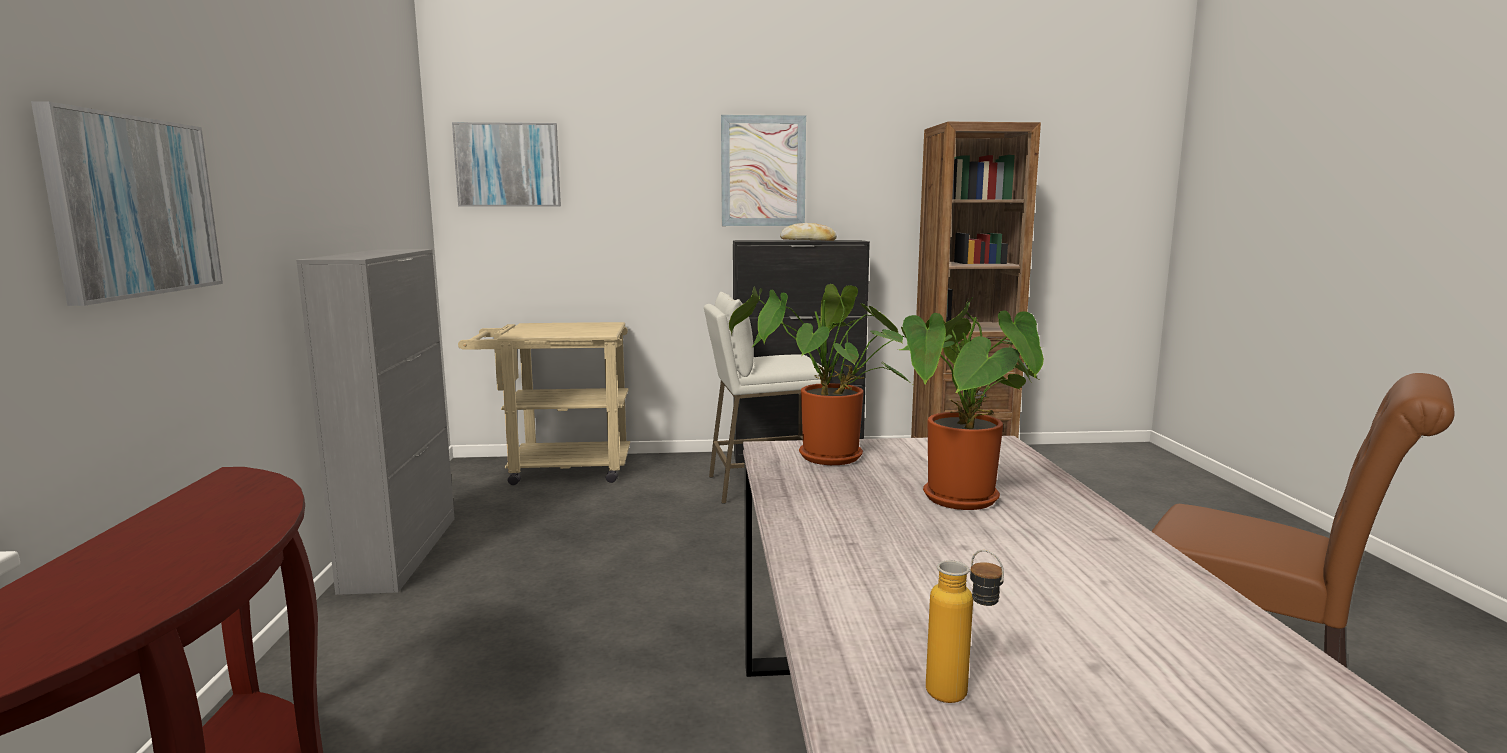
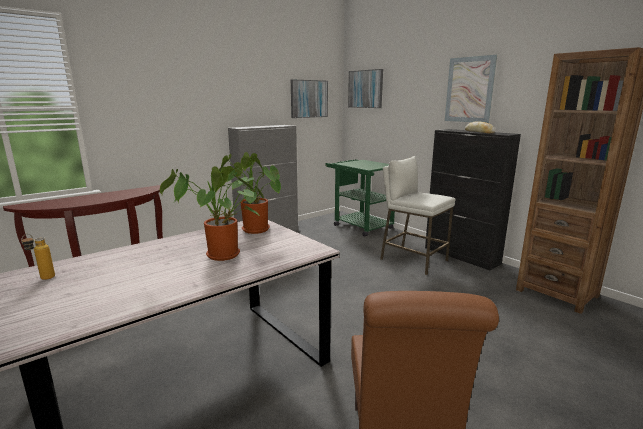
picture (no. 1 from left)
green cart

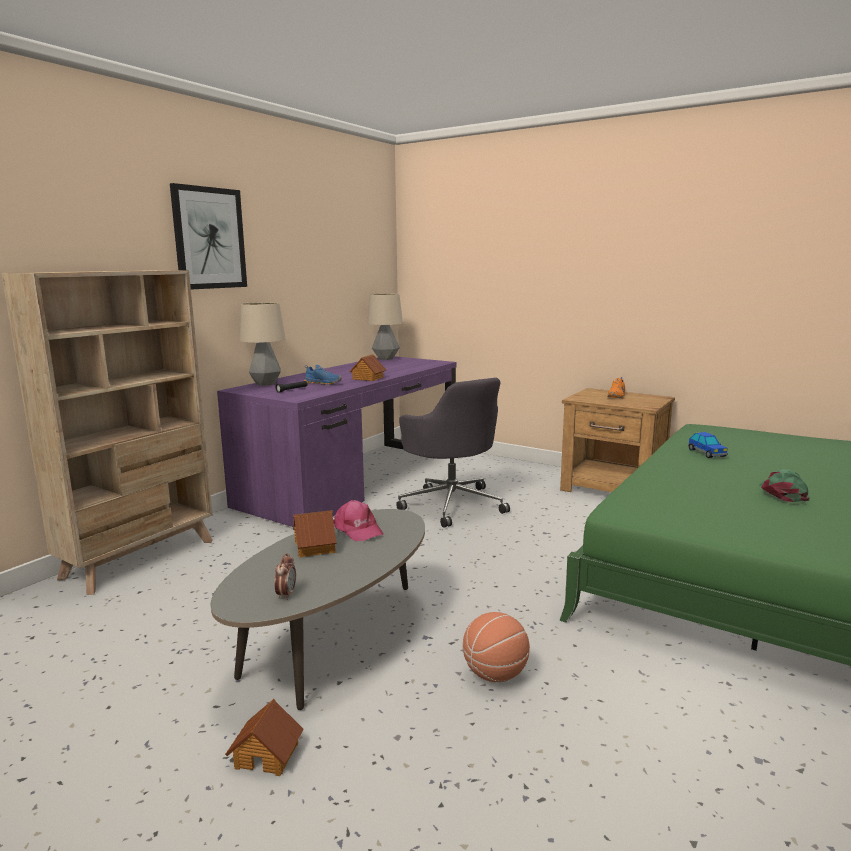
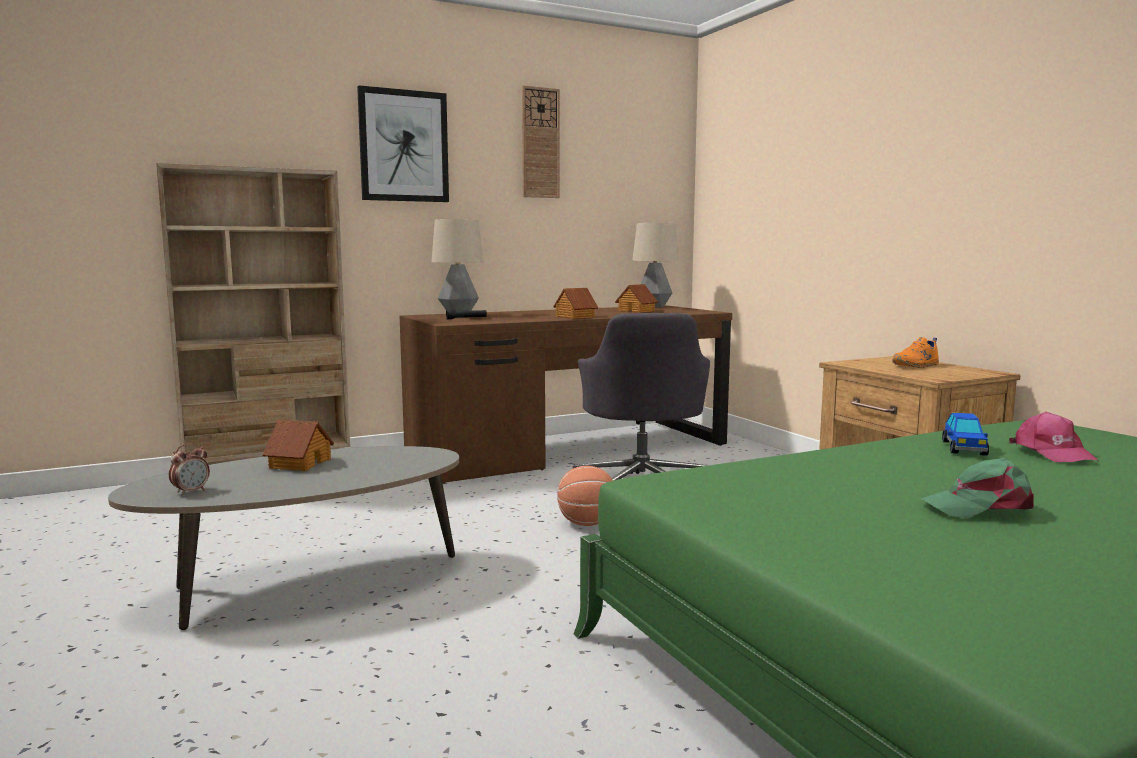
blue shoe
wall clock
toy house (no. 3 from left)
pink cap
basketball
brown desk
green cap

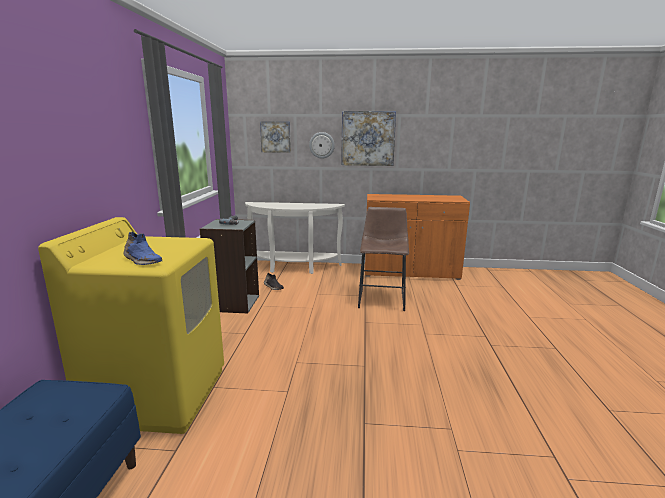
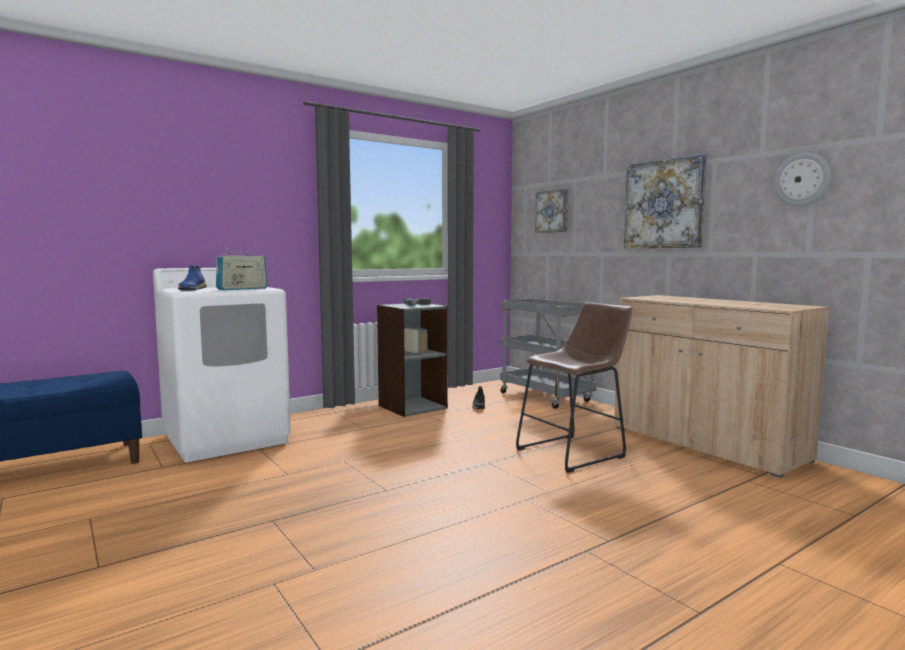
radio
wall clock
grey cart
white washing machine
beige cabinet

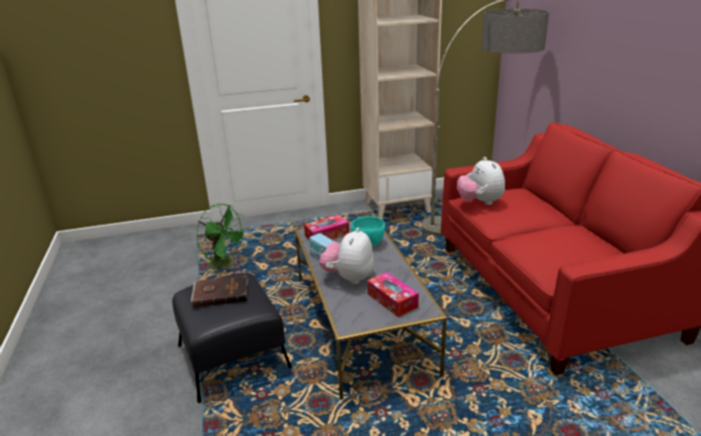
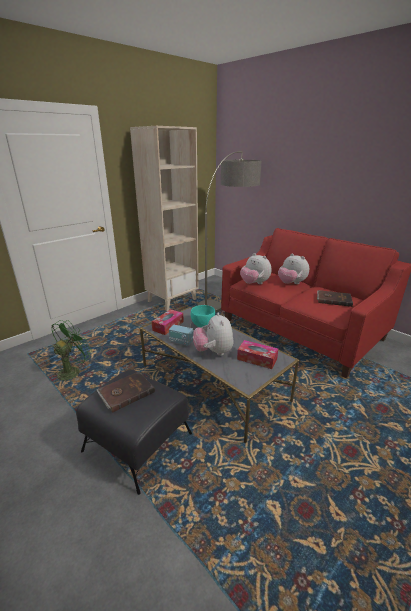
plush toy (no. 3 from left)
brown book (no. 2 from left)
green fan

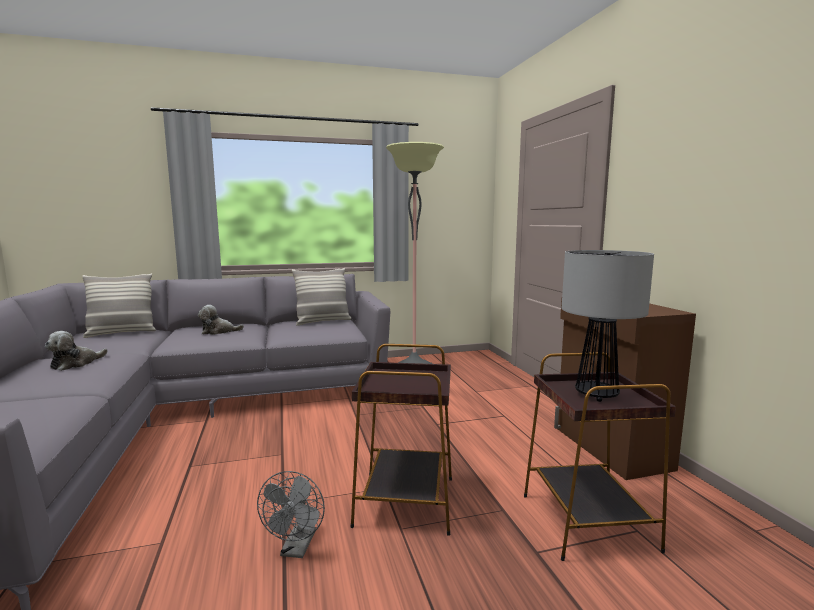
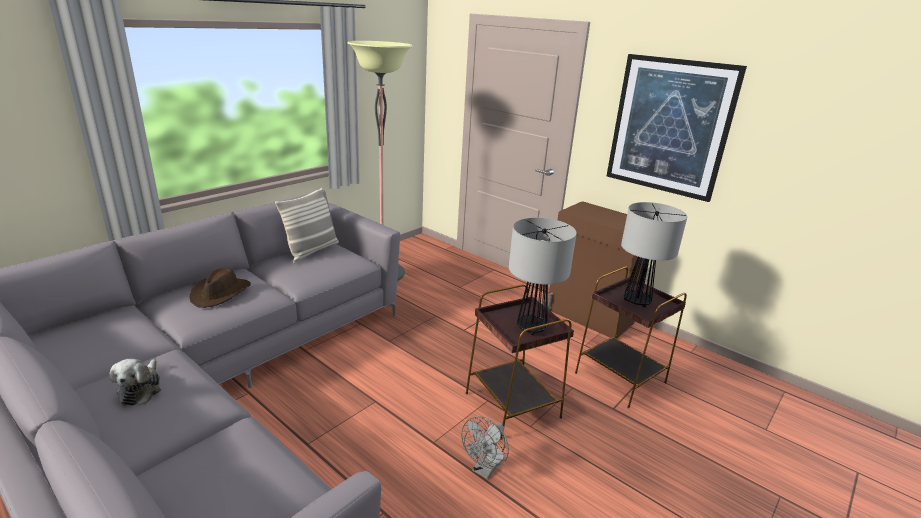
pillow (no. 1 from left in the first image)
table lamp (no. 1 from left)
picture
brown hat
grey fan

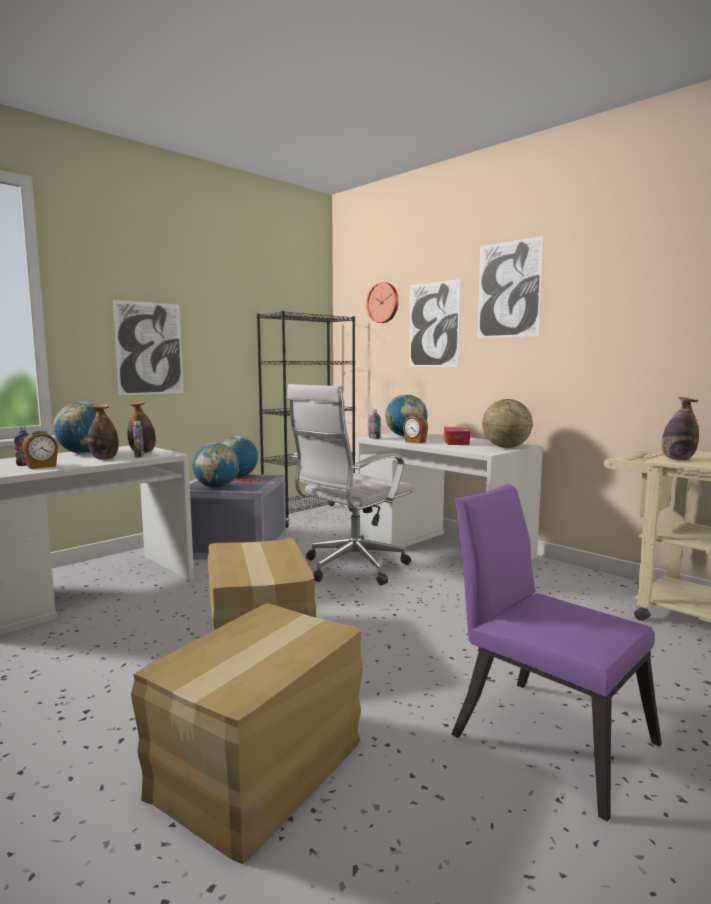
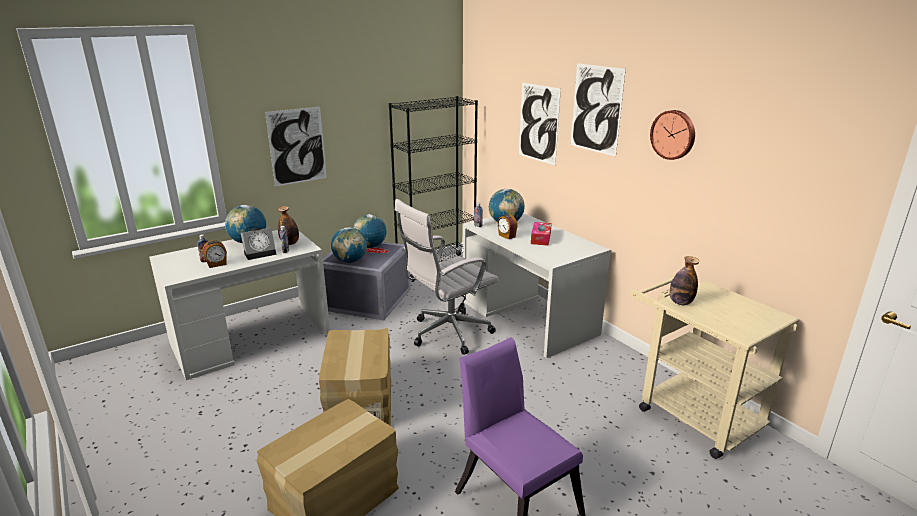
globe (no. 5 from left in the first image)
wall clock
alarm clock (no. 2 from left)

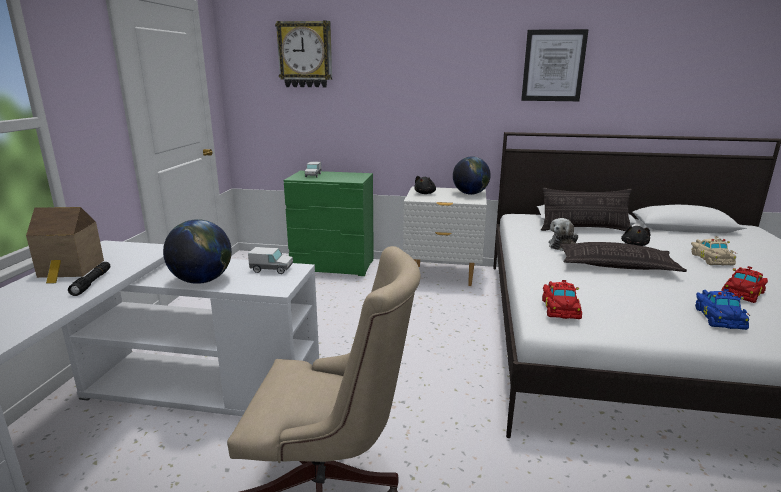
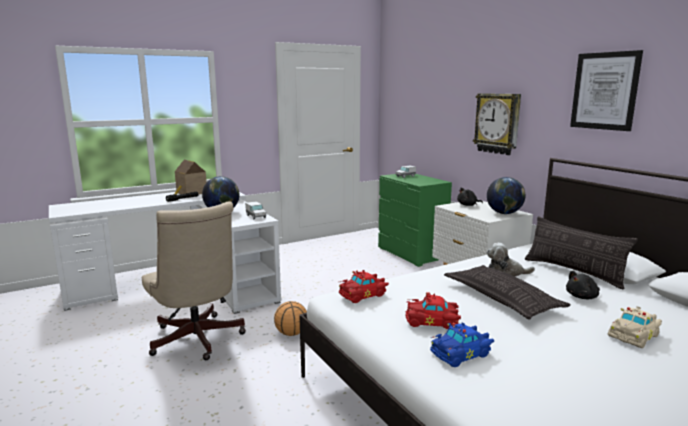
basketball
wall clock
red toy car (no. 2 from left)

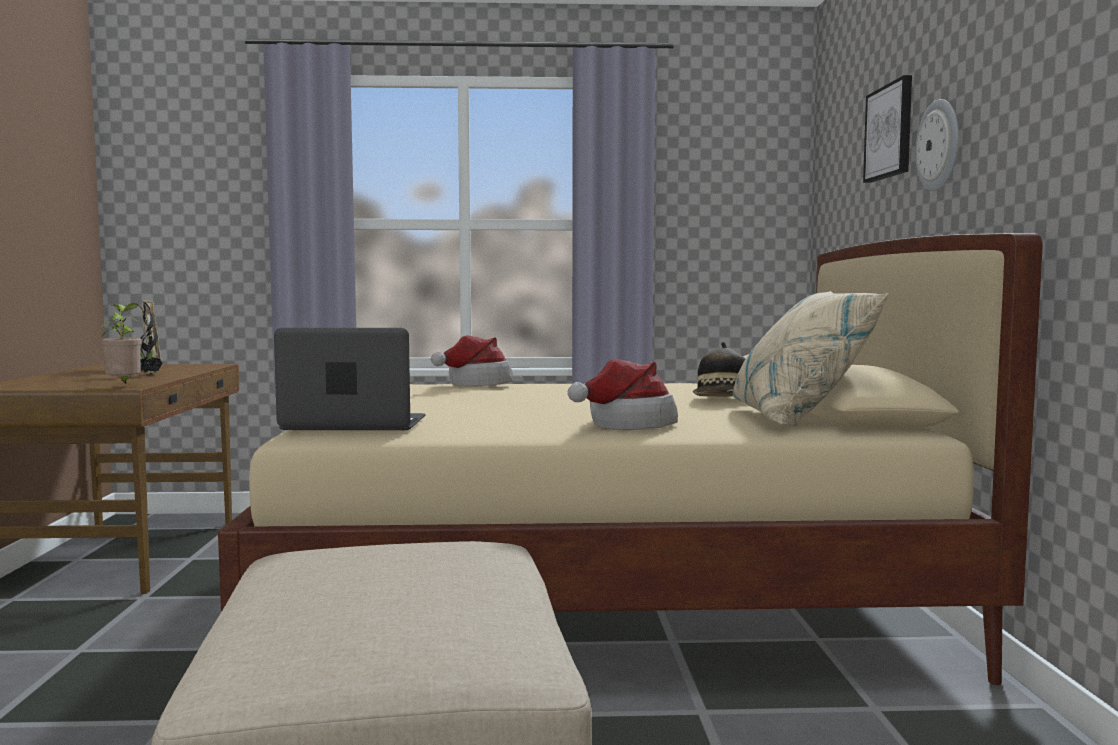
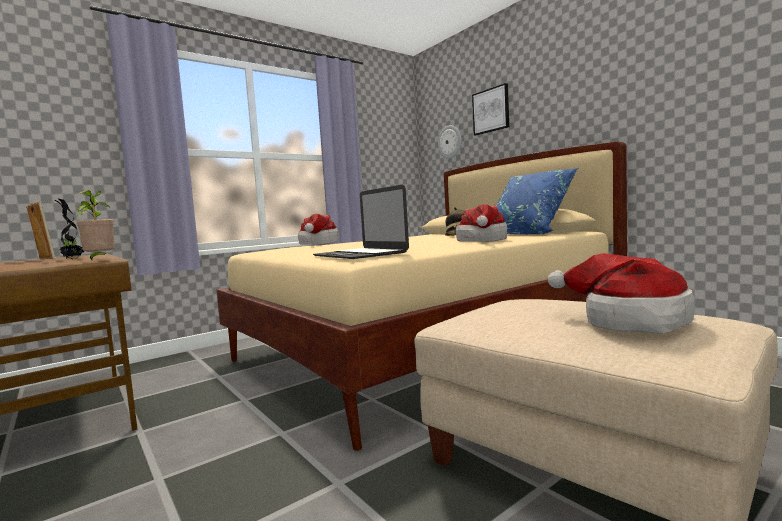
hat (no. 4 from left)
wall clock
blue pillow
laptop

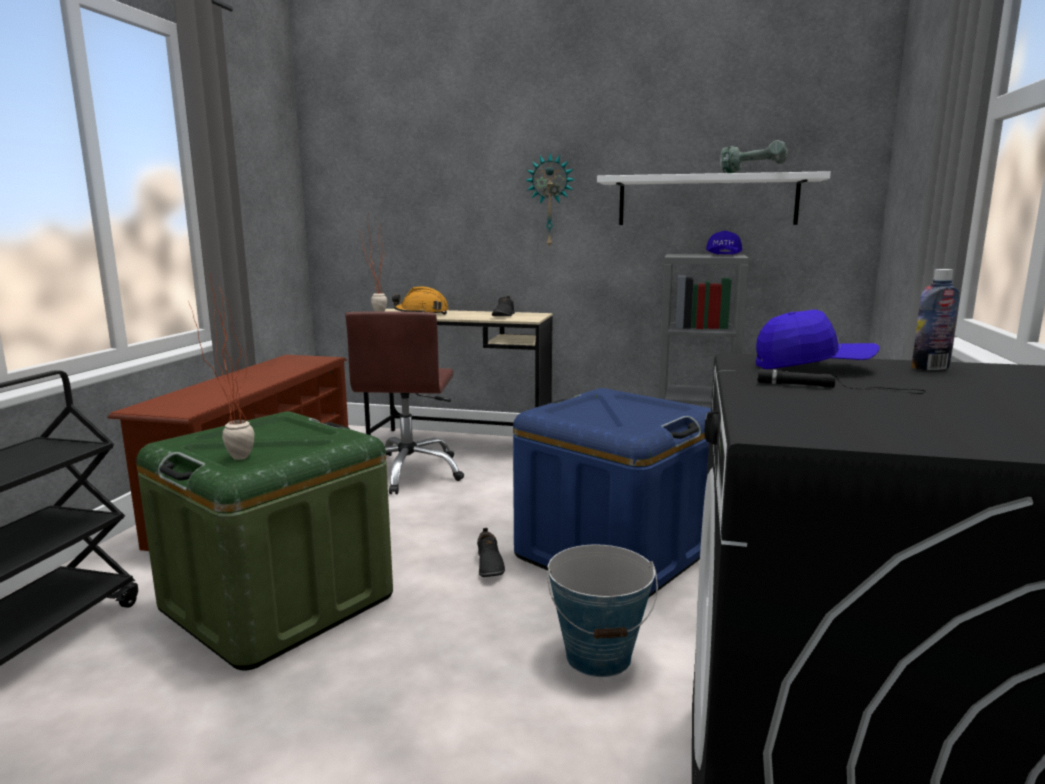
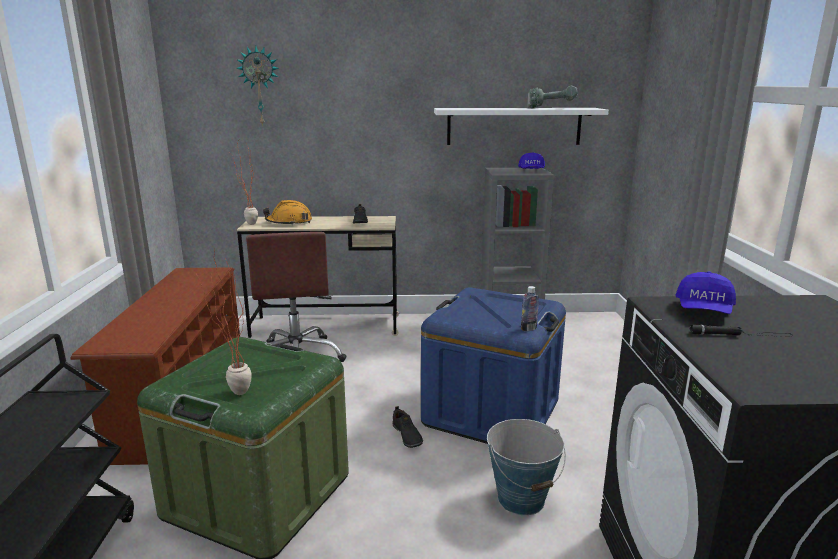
wall clock
bottle
blue cap (no. 2 from left)

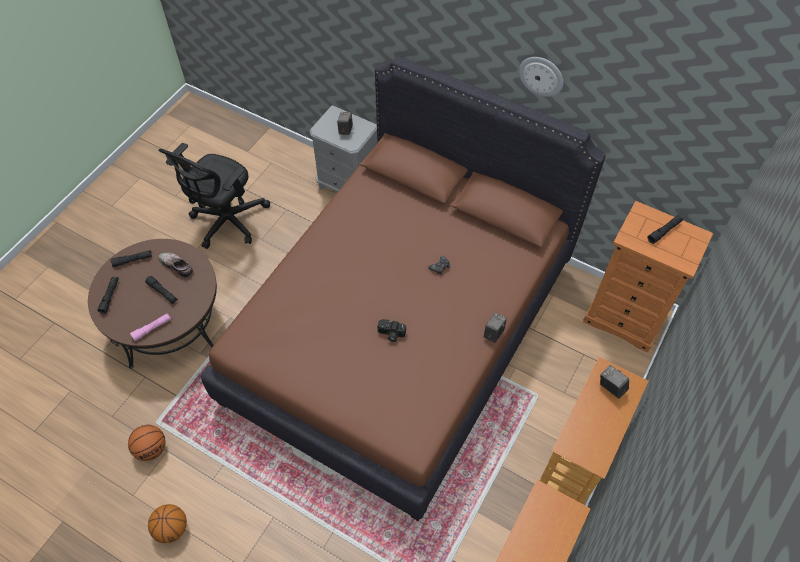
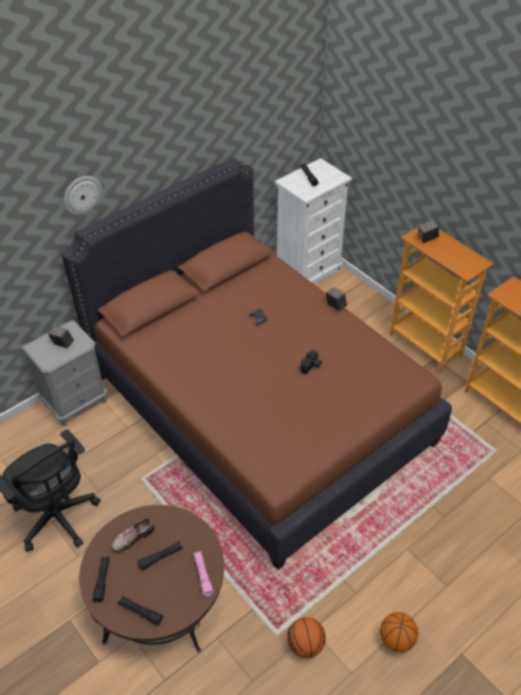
wall clock
white dresser

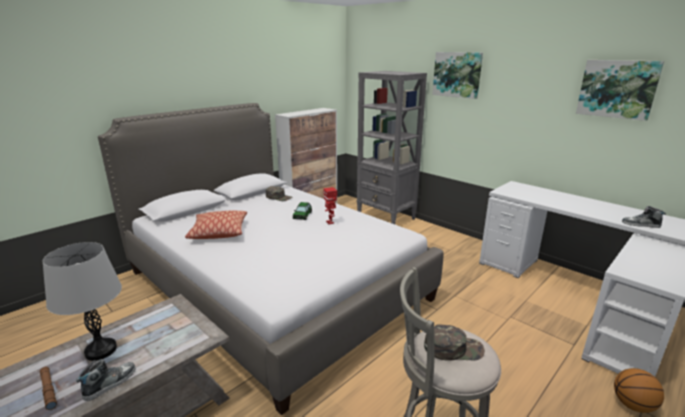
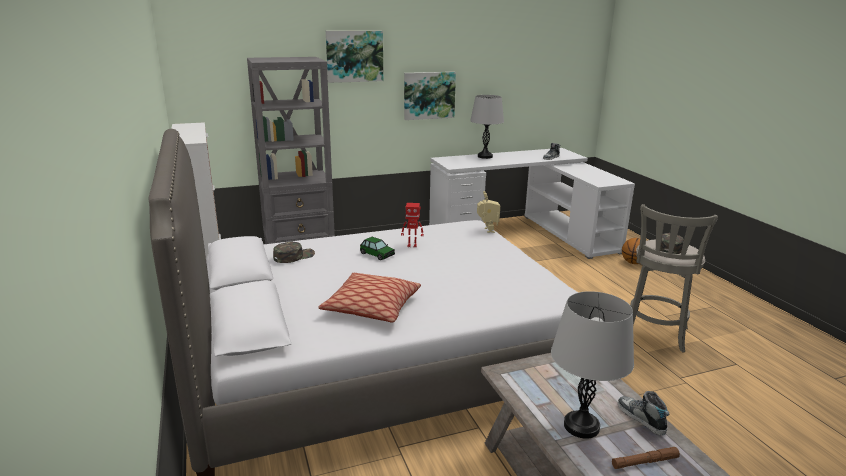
grey table lamp (no. 1 from left)
toy robot (no. 2 from left)
picture (no. 2 from left)

